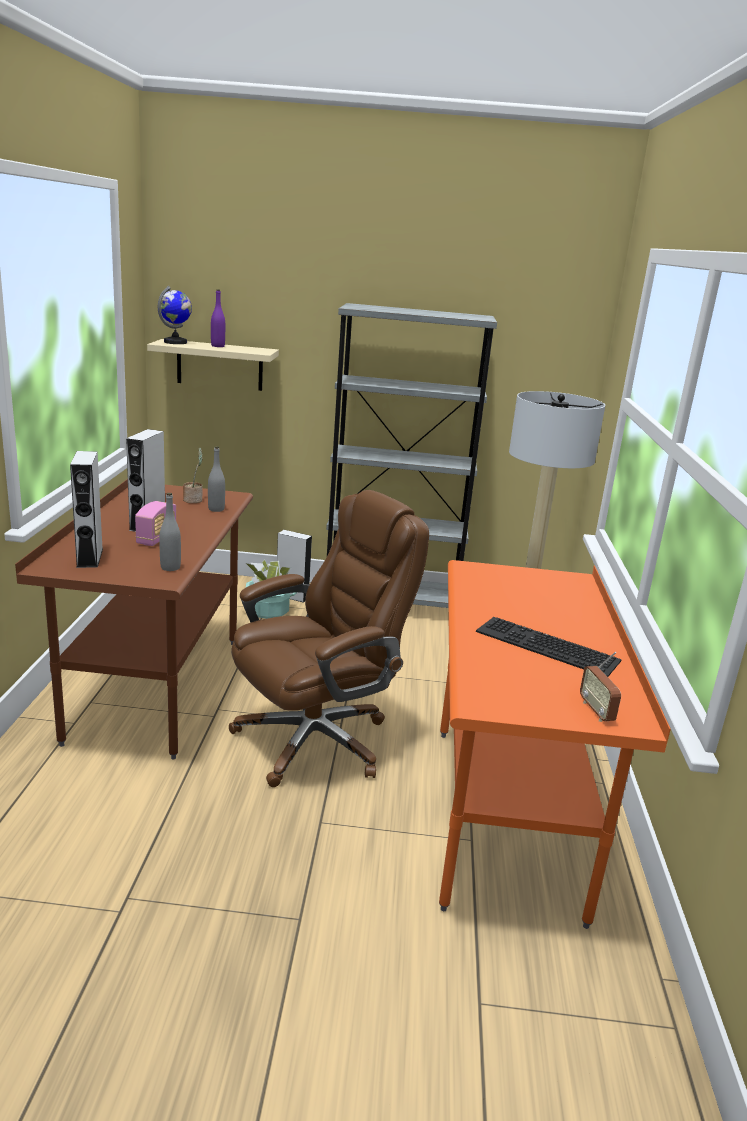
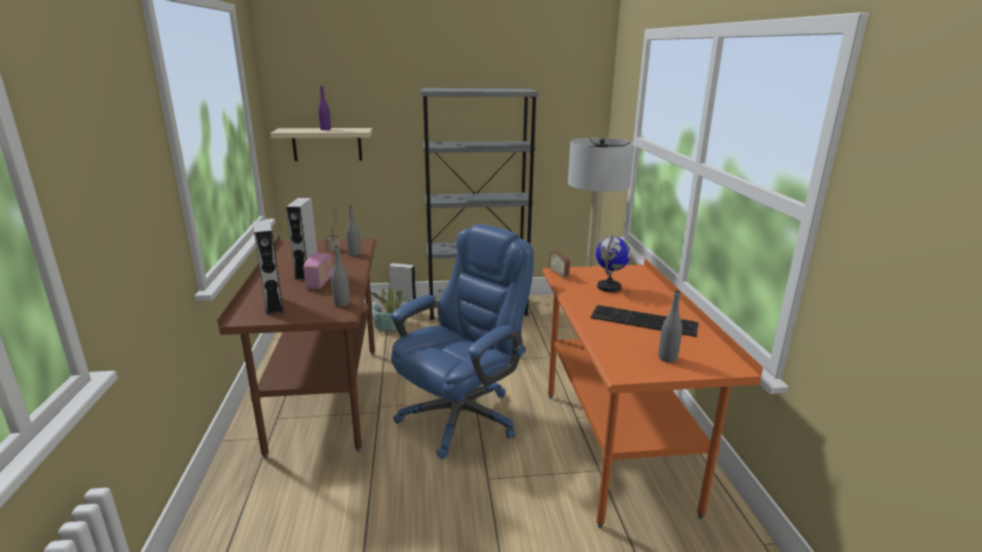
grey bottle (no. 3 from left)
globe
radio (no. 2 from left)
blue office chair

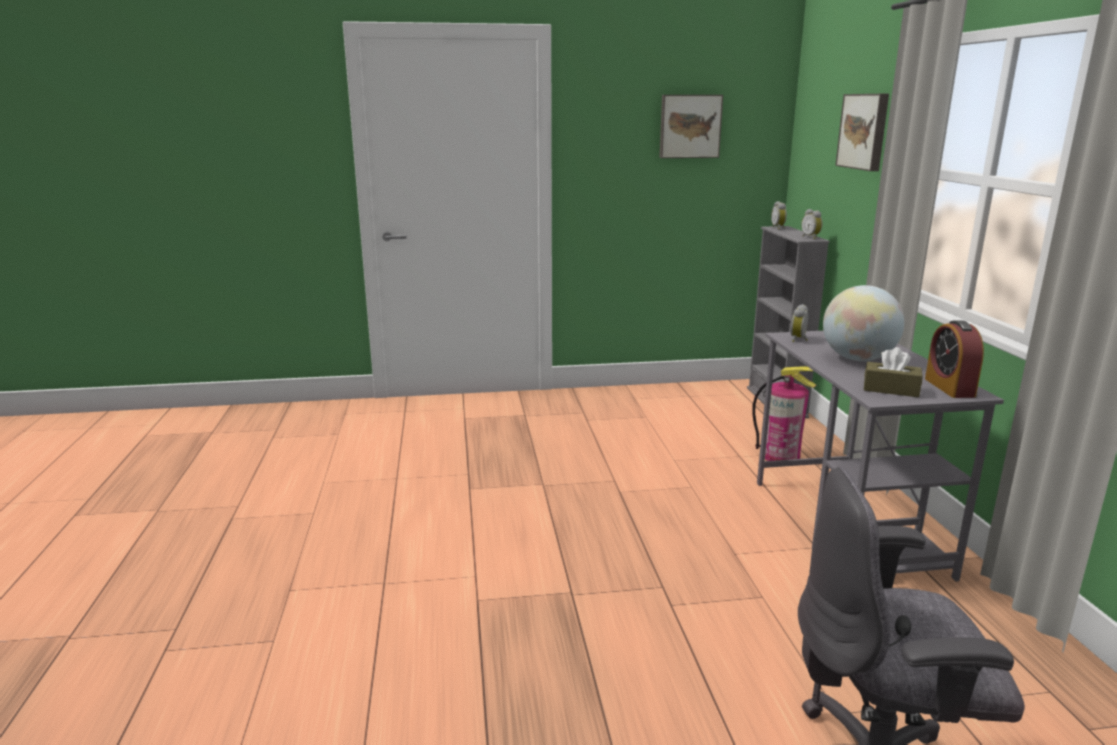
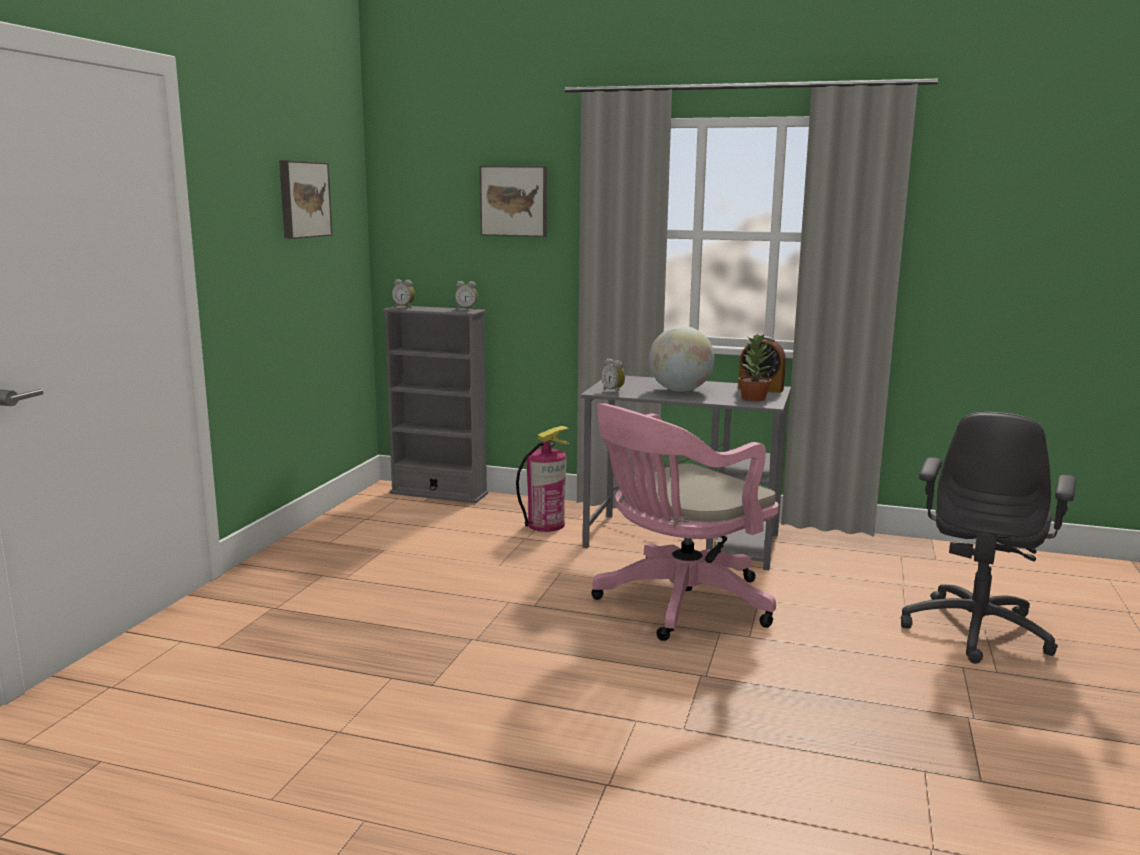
pink office chair
potted plant

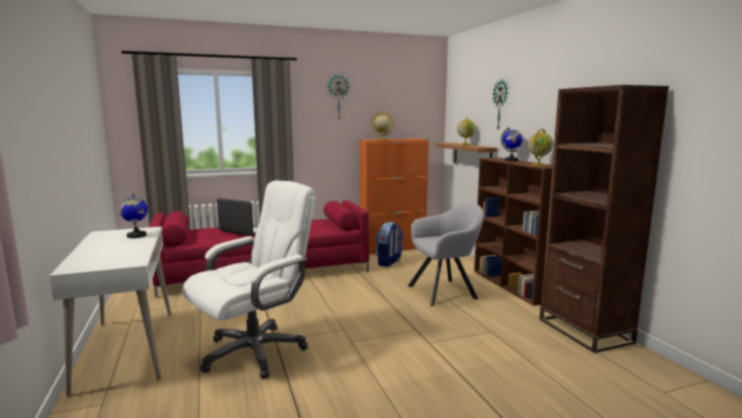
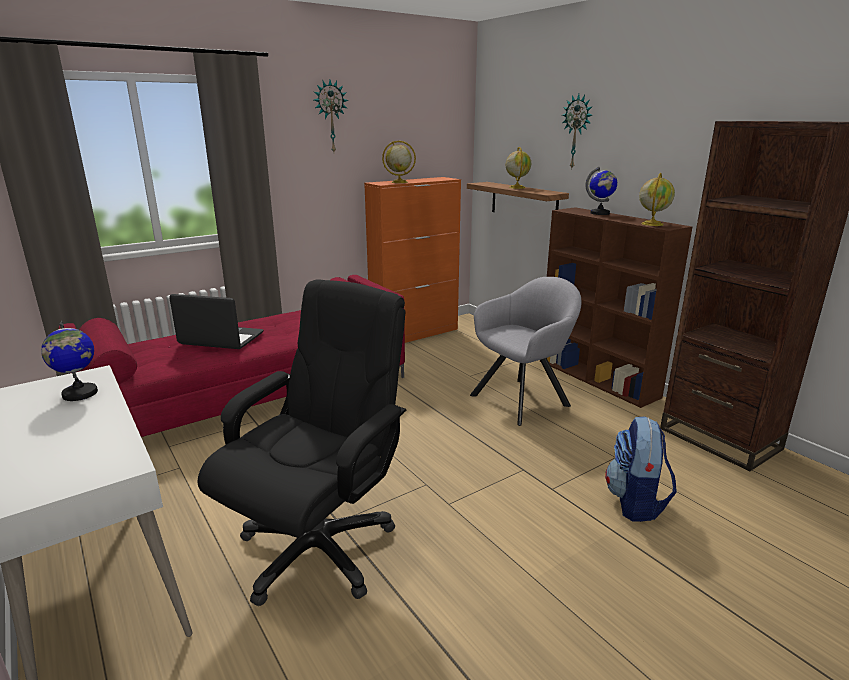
backpack
black office chair

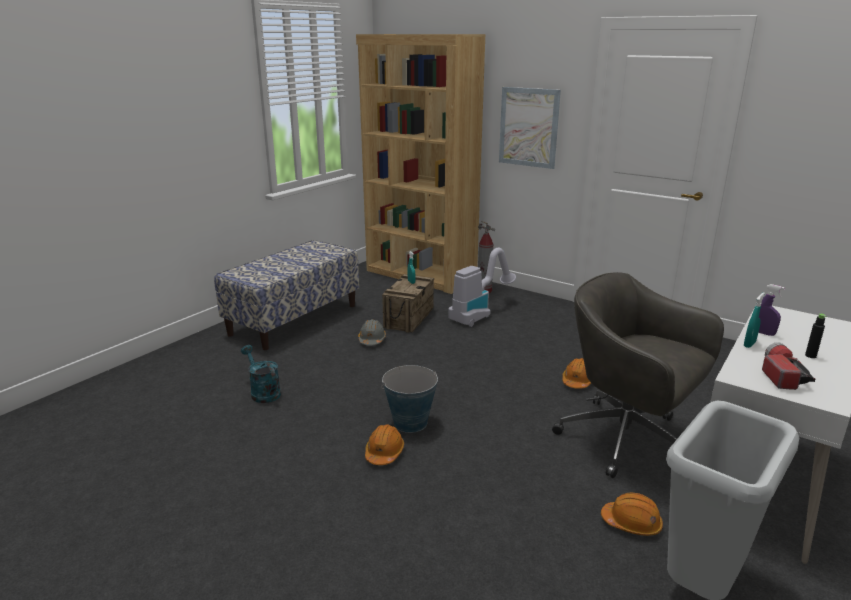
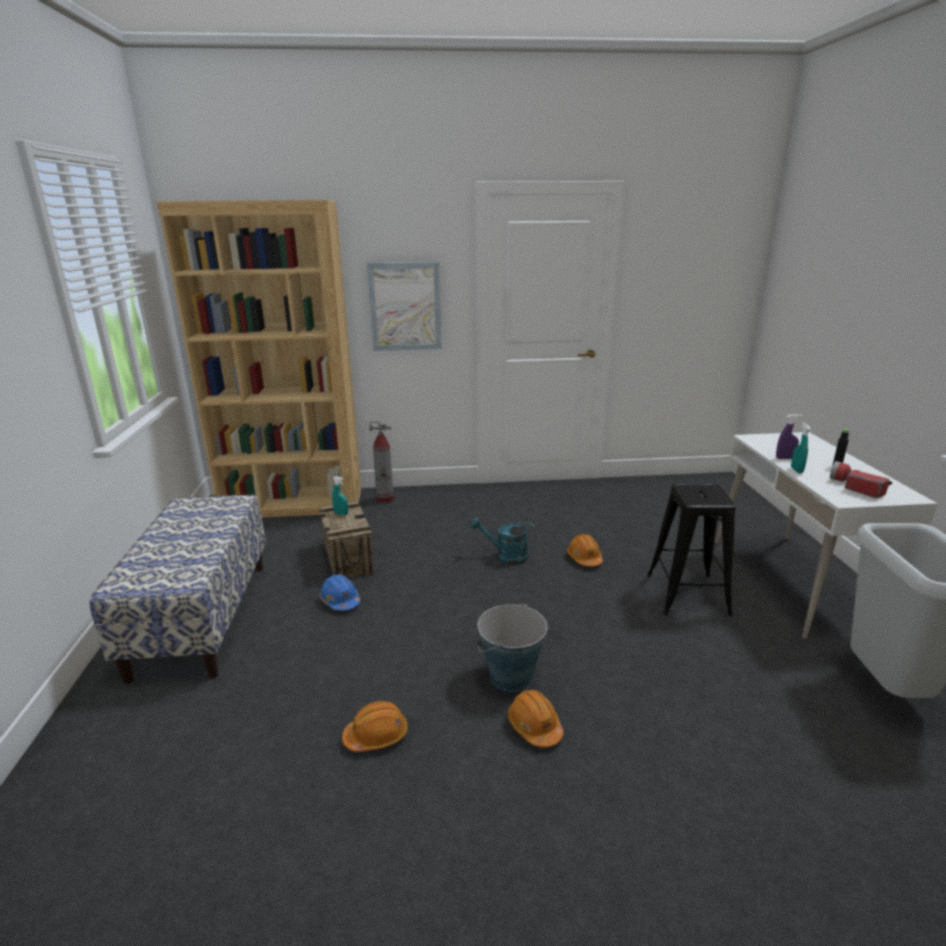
vacuum cleaner
turquoise watering can
orange hard hat (no. 1 from left)
black stool
blue hard hat

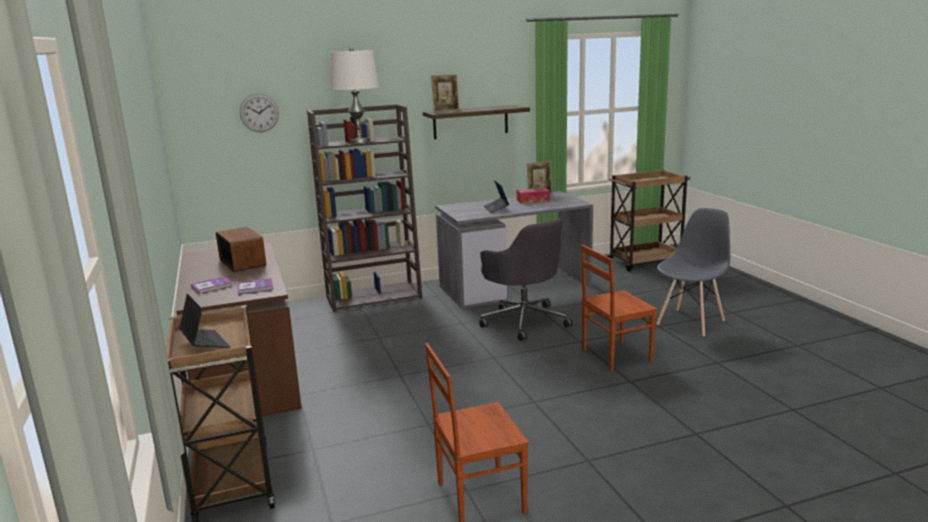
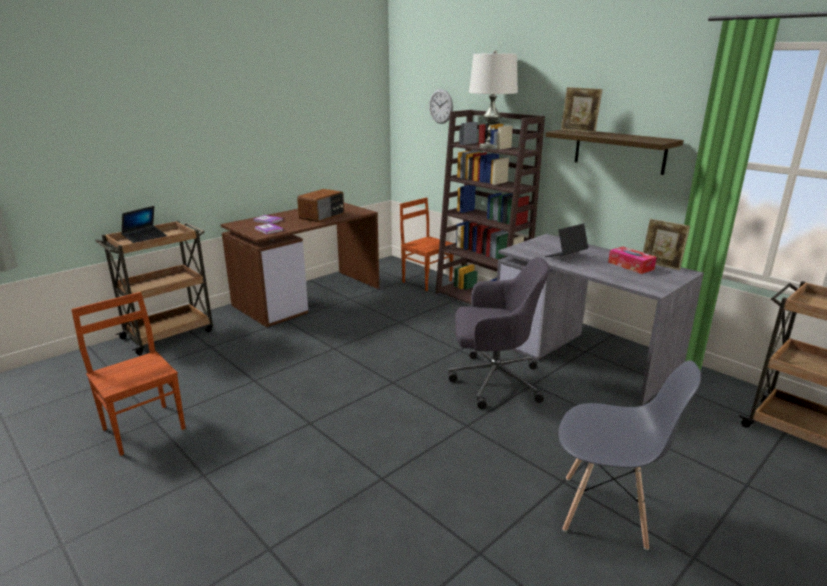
brown chair (no. 2 from left)
grey office chair

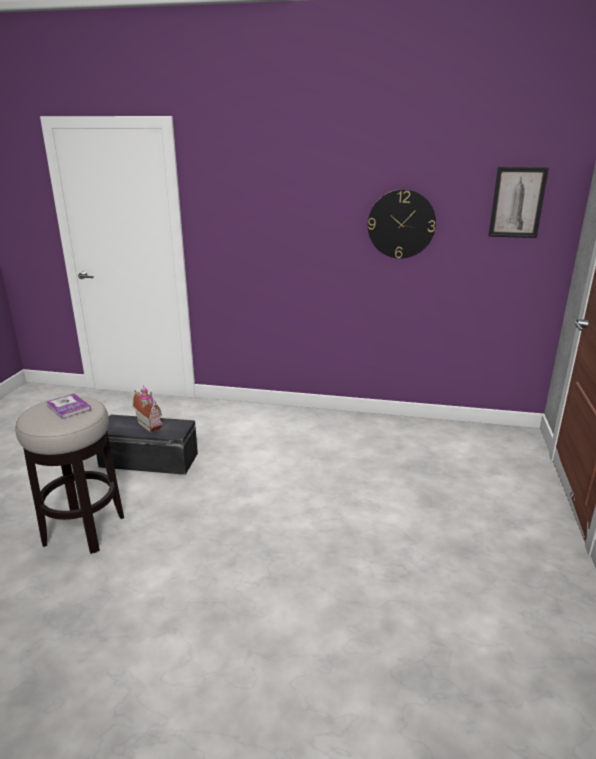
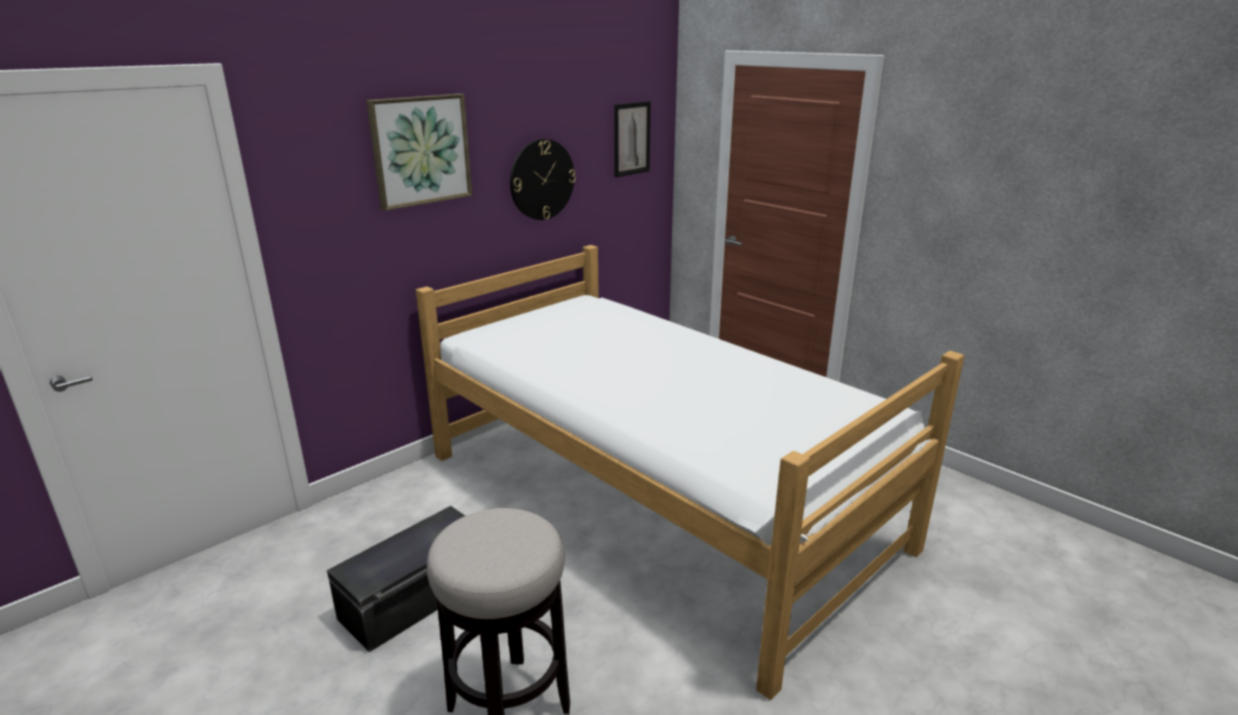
book
toy house
picture (no. 1 from left)
bed

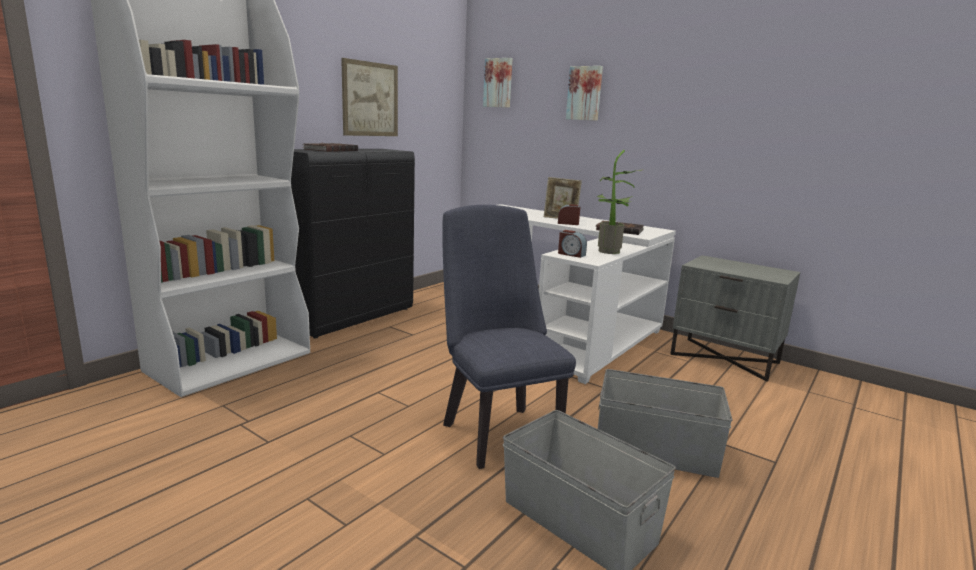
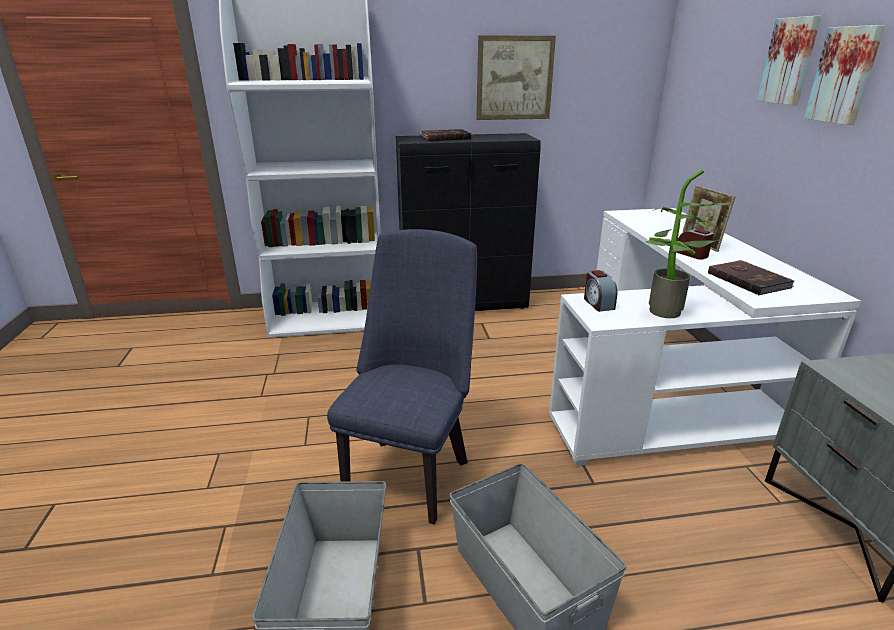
picture (no. 3 from left)

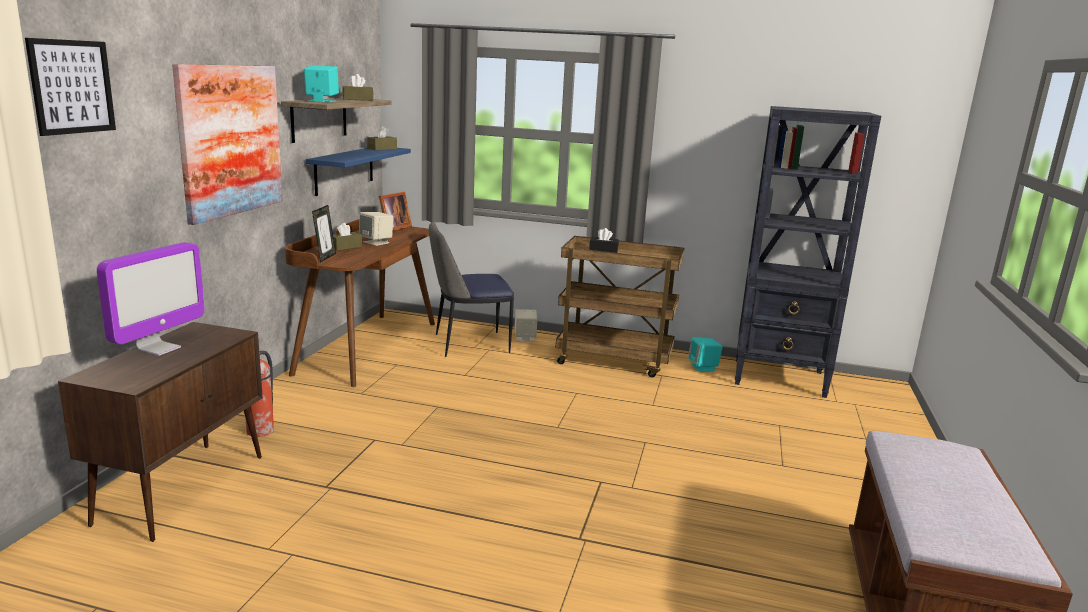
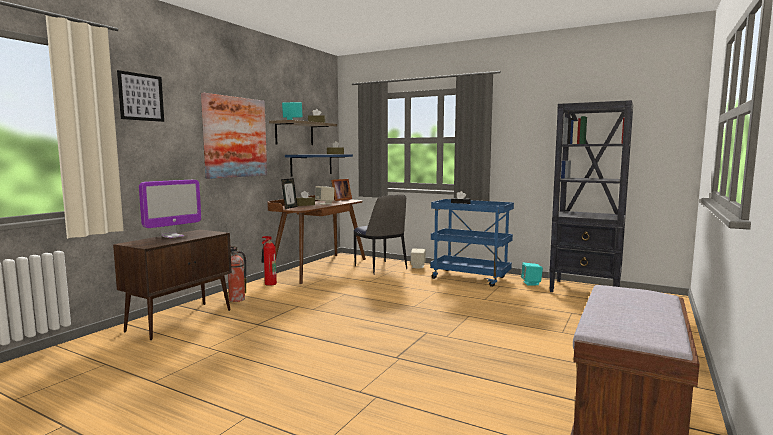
fire extinguisher (no. 2 from left)
blue cart
chair

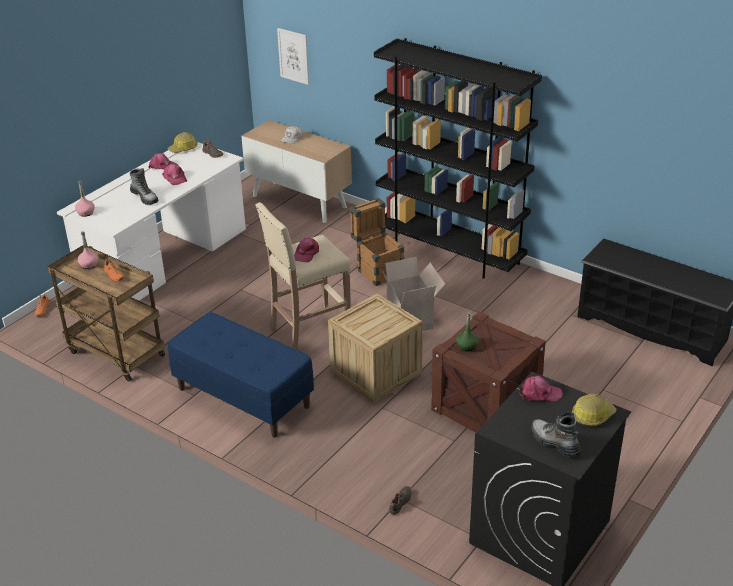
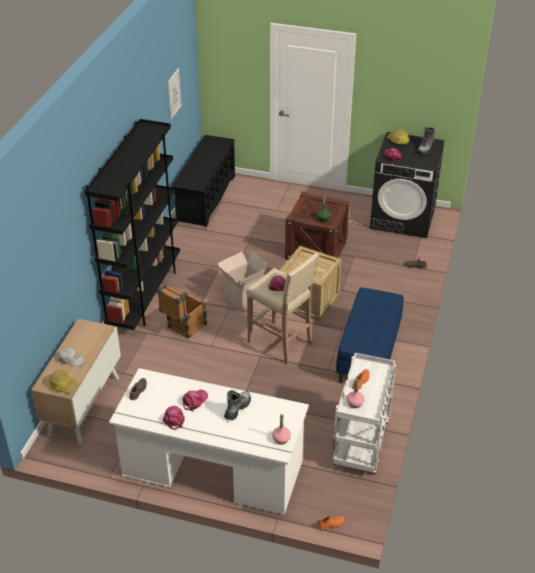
hard hat (no. 1 from left)
picture
white cart

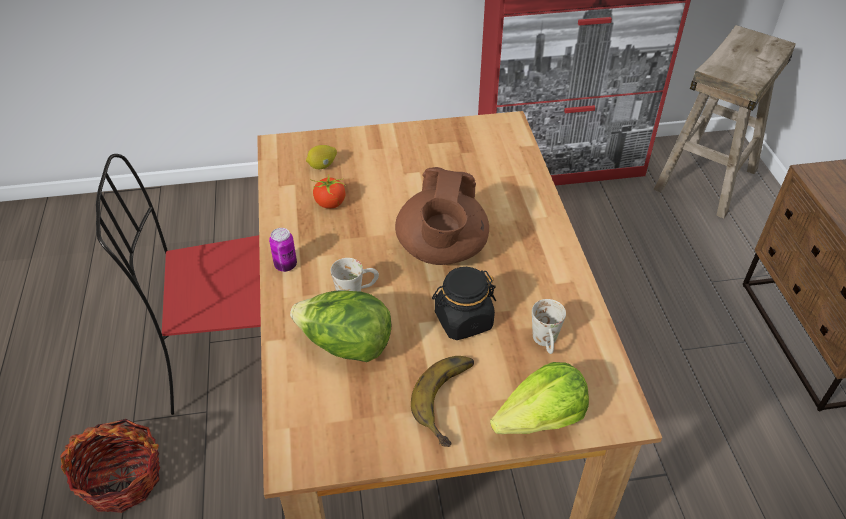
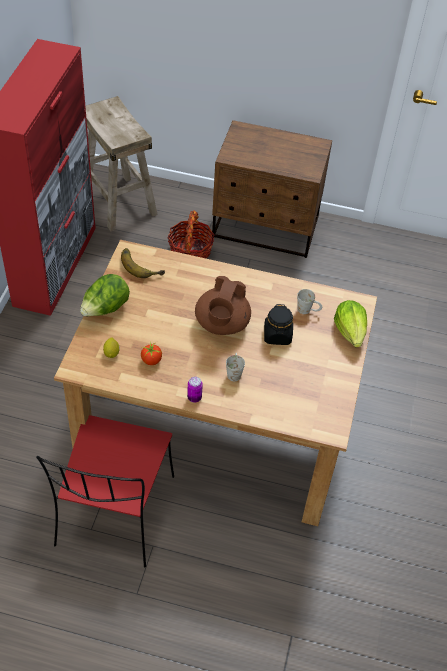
basket
lettuce (no. 1 from left)
banana
brown teapot

